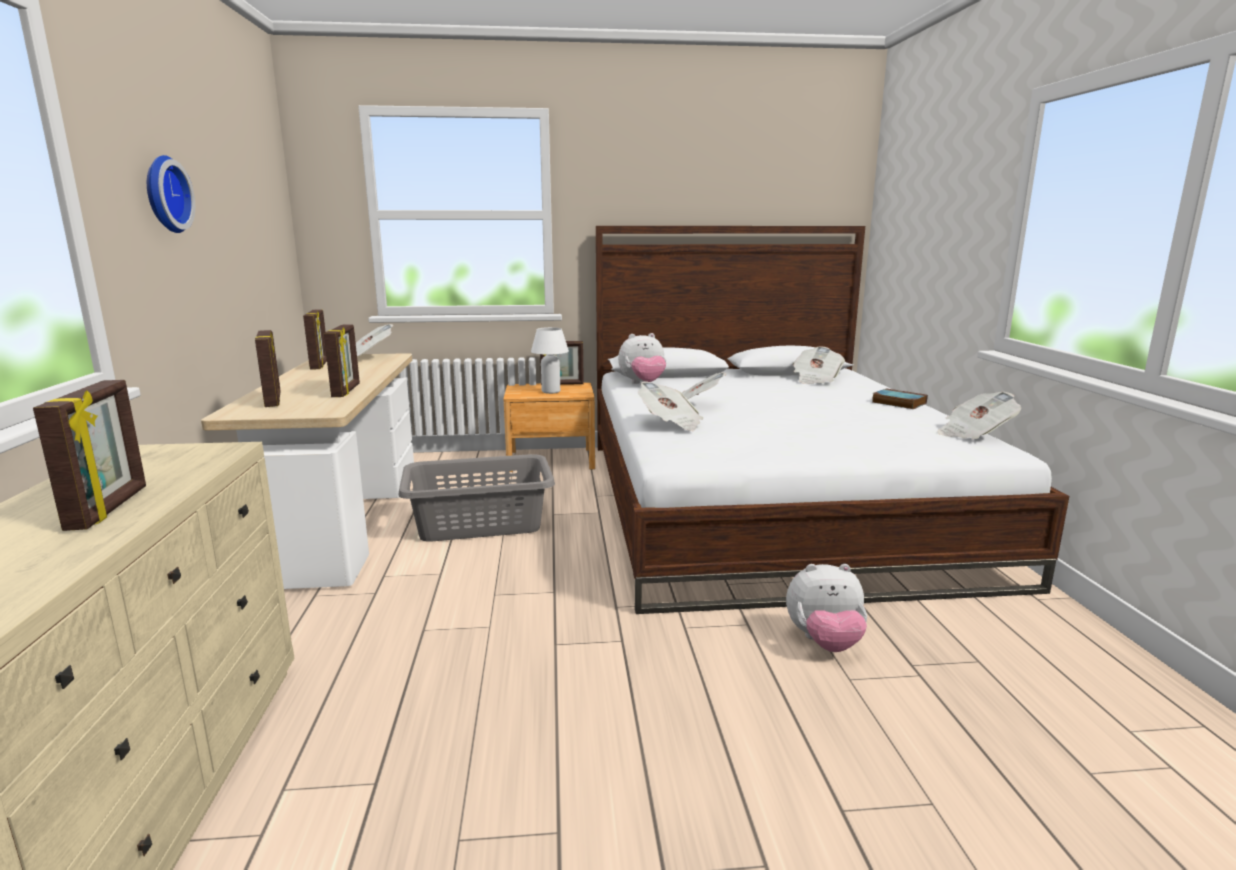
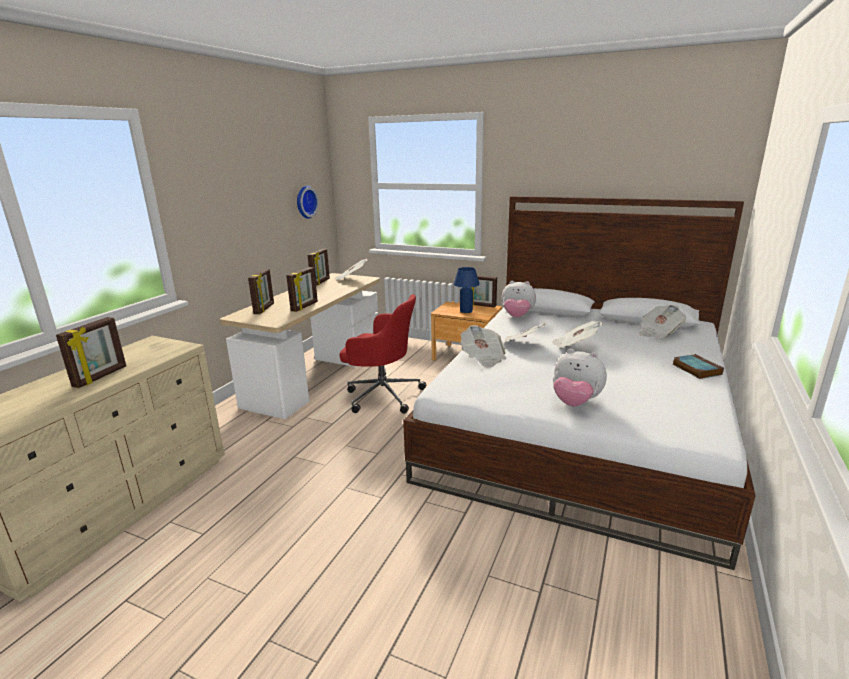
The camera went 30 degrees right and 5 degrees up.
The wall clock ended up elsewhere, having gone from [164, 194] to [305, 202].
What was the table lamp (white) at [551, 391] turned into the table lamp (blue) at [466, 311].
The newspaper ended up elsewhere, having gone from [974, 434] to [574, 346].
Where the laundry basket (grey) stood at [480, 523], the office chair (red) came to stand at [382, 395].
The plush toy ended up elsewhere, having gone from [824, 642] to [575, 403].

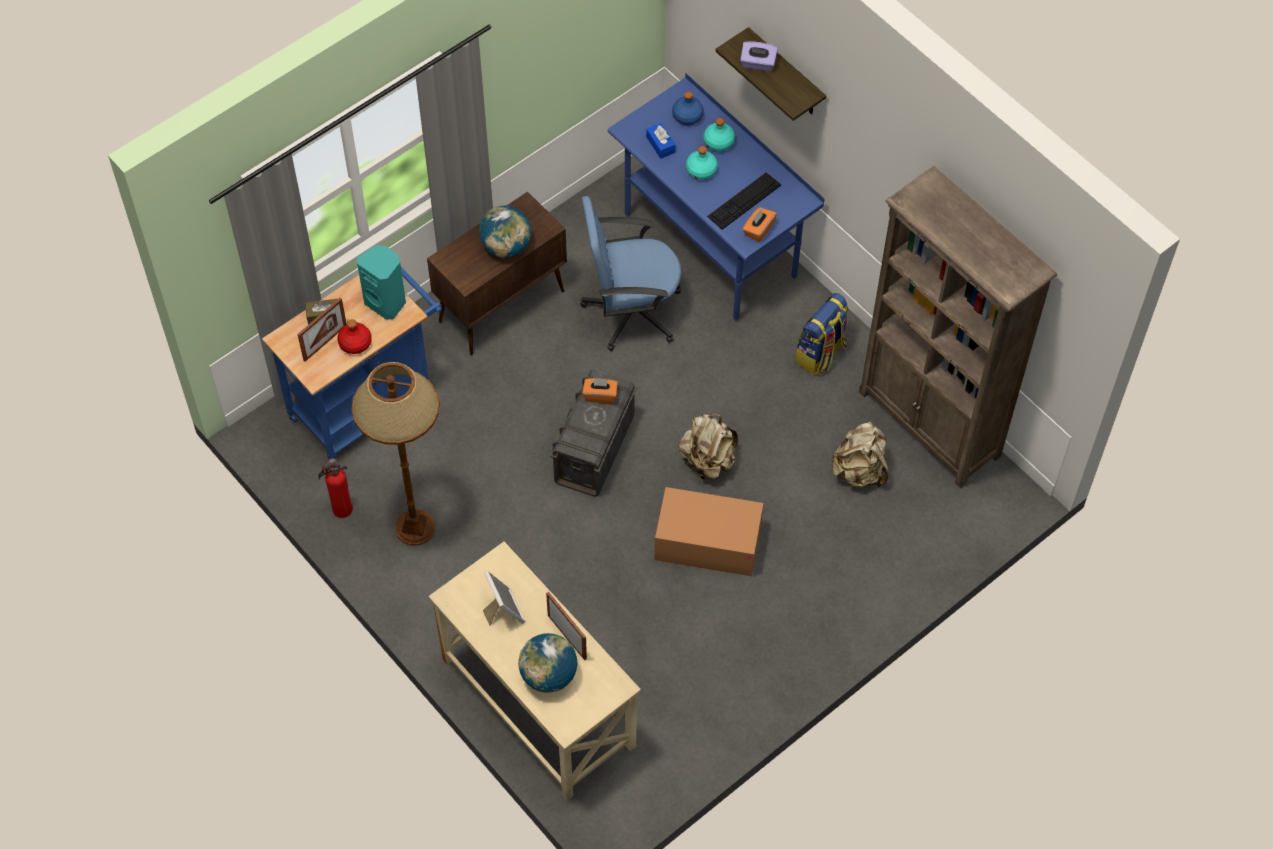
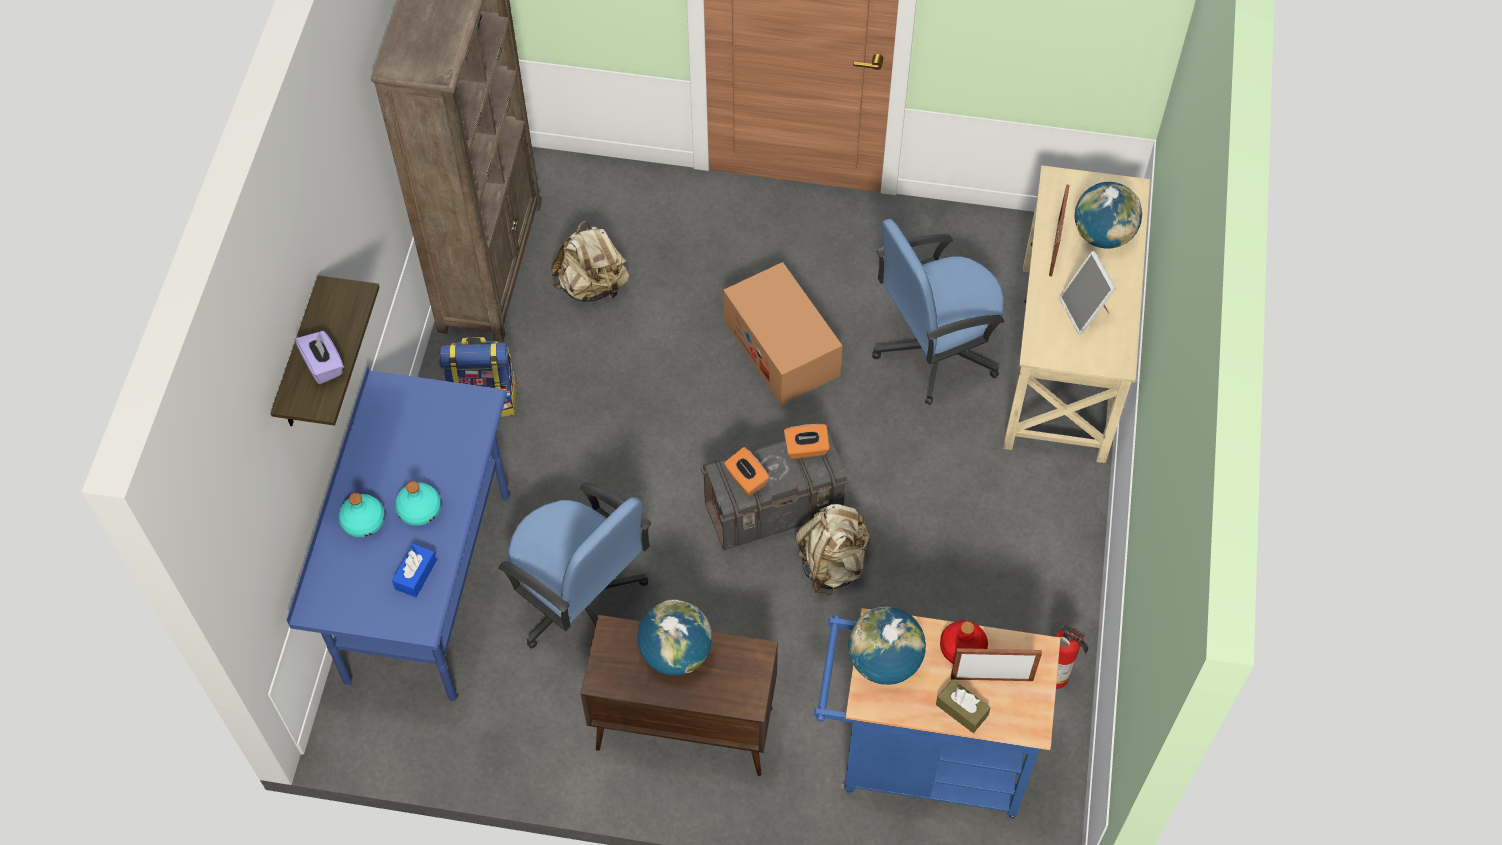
The camera went 130 degrees left and 0 degrees up.
The second view lost the bottle (blue) at [687, 116].
The second view lost the keyboard at [744, 201].
The tissue box (orange) ended up elsewhere, having gone from [758, 230] to [806, 449].
Where the speaker (turquoise) stood at [386, 302], the globe came to stand at [884, 661].
The second view lost the floor lamp (brown) at [415, 527].
The backpack (beige) ended up elsewhere, having gone from [708, 461] to [833, 563].
The picture frame at [503, 611] ended up facing another way, 45 degrees counterclockwise from before.
The second view gained the office chair (blue) at [934, 350].

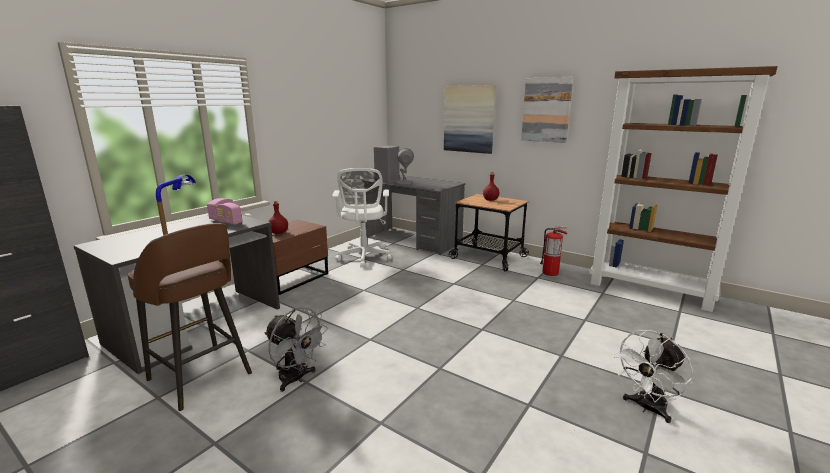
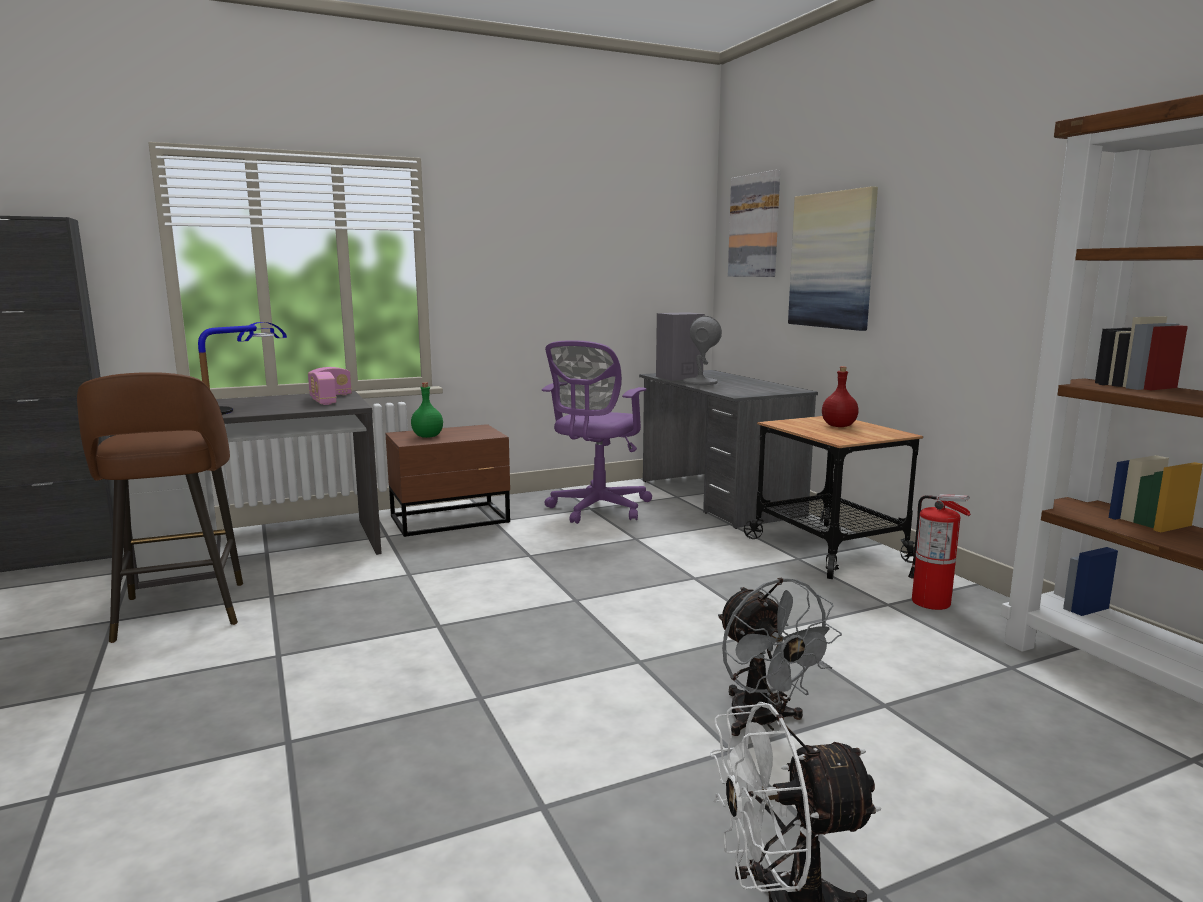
The camera went 30 degrees right and 5 degrees down.
The picture ended up elsewhere, having gone from [546, 110] to [755, 226].
What was the office chair (white) at [364, 257] turned into the office chair (purple) at [597, 510].
What was the bottle (red) at [278, 233] turned into the bottle (green) at [427, 436].
The fan (grey) ended up elsewhere, having gone from [296, 379] to [763, 722].

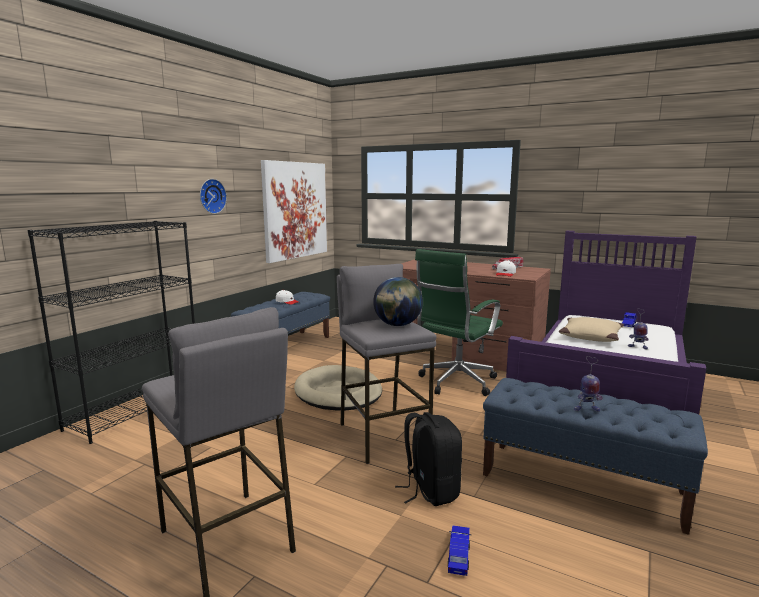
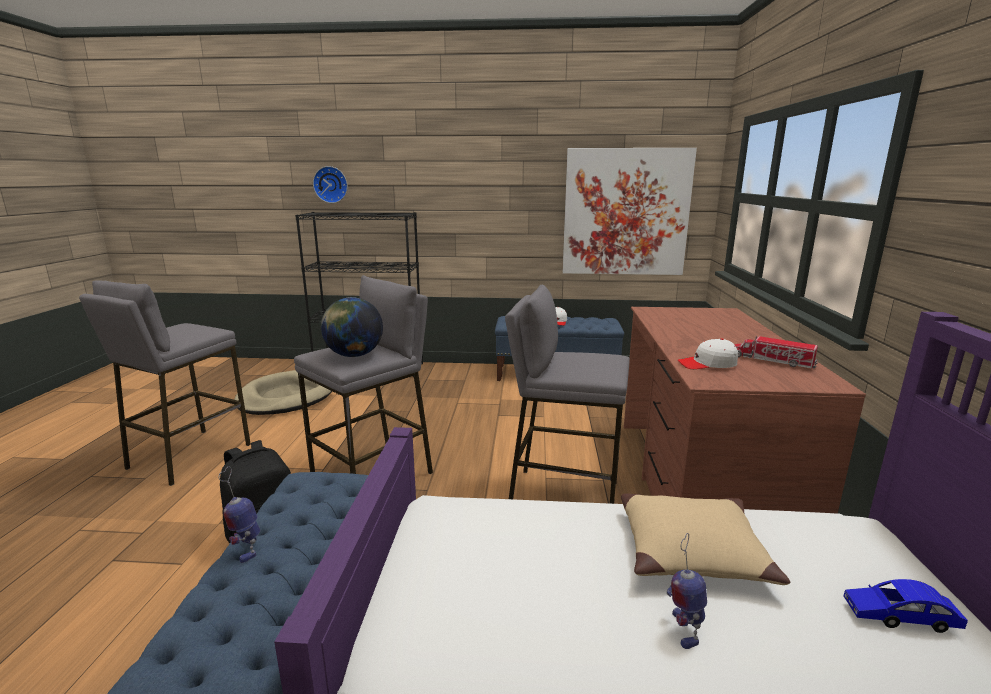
The camera went 65 degrees right and 5 degrees up.
The wall clock ended up elsewhere, having gone from [211, 196] to [331, 184].
Where the office chair (green) stood at [455, 383], the stool (grey) came to stand at [563, 496].
The dog bed (beige) ended up elsewhere, having gone from [338, 392] to [286, 397].
The second view lost the toy car (blue) at [459, 554].

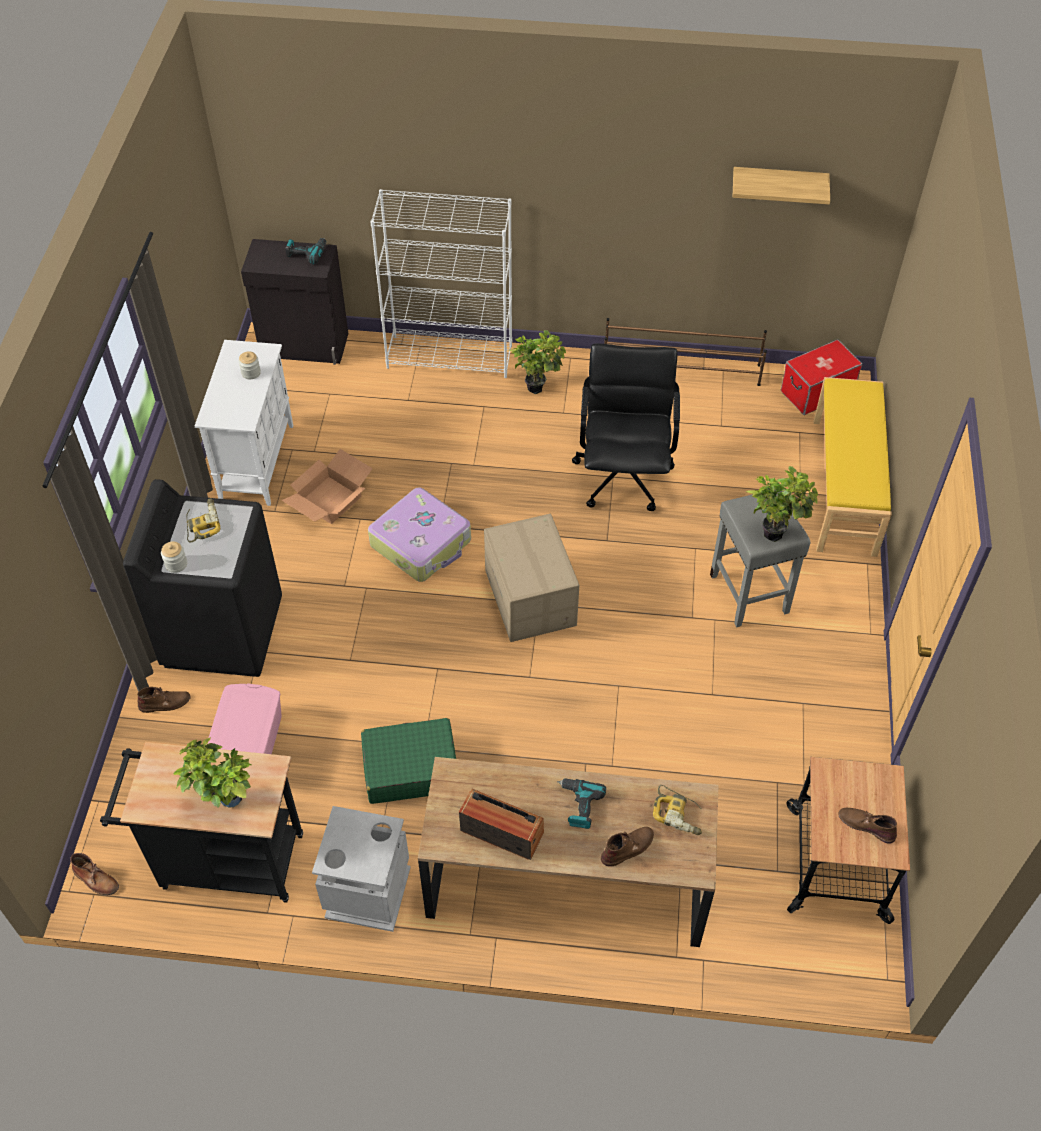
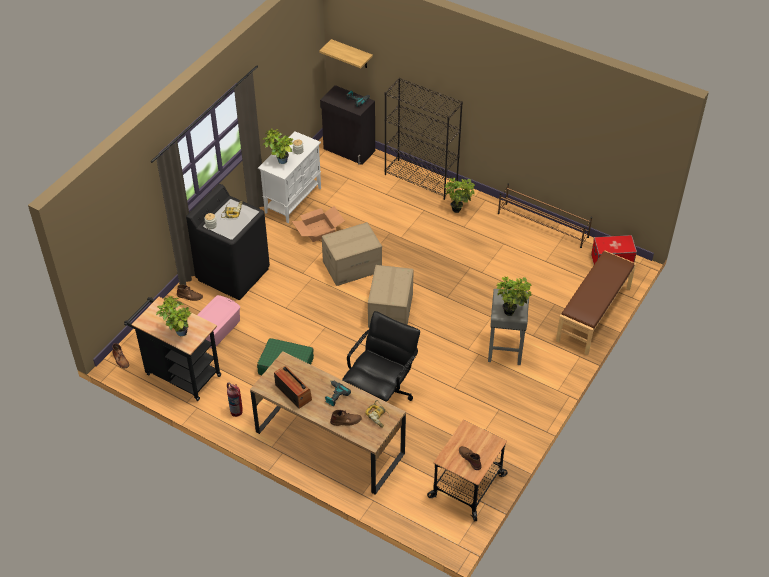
The camera went 25 degrees right and 5 degrees down.
The shelf ended up elsewhere, having gone from [778, 185] to [352, 54].
What was the bookcase (white) at [450, 356] turned into the bookcase (black) at [421, 179].
The office chair (black) ended up elsewhere, having gone from [624, 476] to [381, 394].
What was the bench (yellow) at [845, 486] turned into the bench (brown) at [594, 314].
Where the suitcase stood at [422, 543], the cardboard box came to stand at [352, 266].
Where the trash can (grey) stood at [369, 892], the fire extinguisher came to stand at [236, 411].
The second view gained the potted plant at [279, 162].

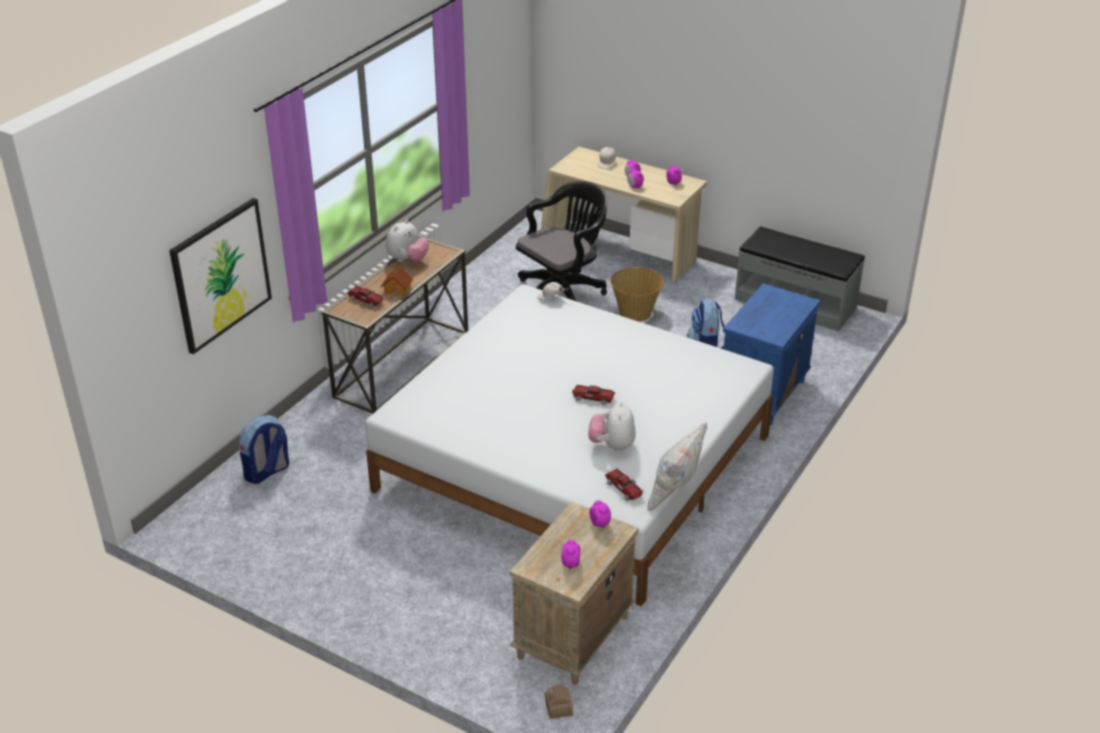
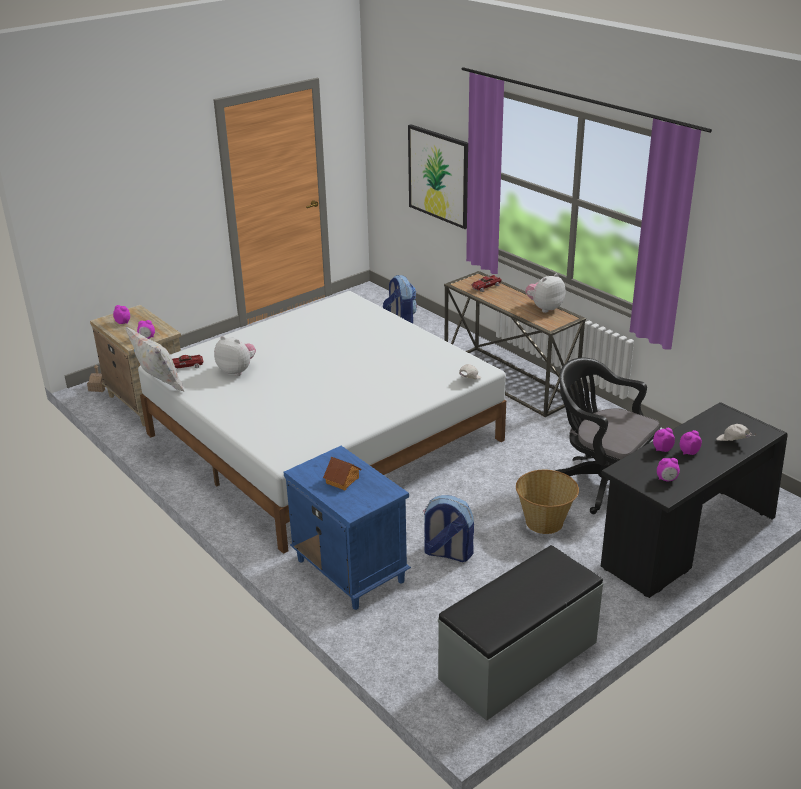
The camera went 110 degrees right and 5 degrees down.
What was the desk (beige) at [619, 252] turned into the desk (black) at [685, 541].
The office chair (black) at [563, 293] ended up facing another way, 150 degrees clockwise from before.
The plush toy at [407, 260] ended up facing another way, 90 degrees clockwise from before.
The toy house ended up elsewhere, having gone from [397, 288] to [343, 480].
The second view lost the toy car at [592, 398].

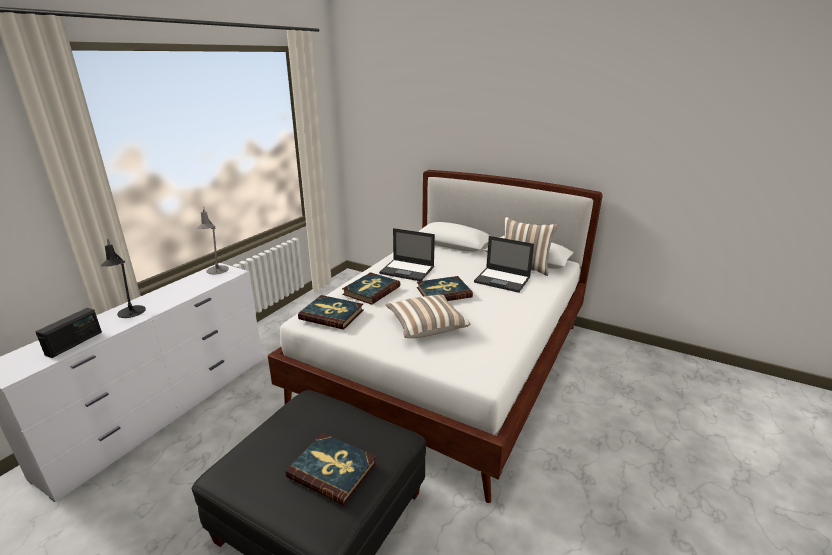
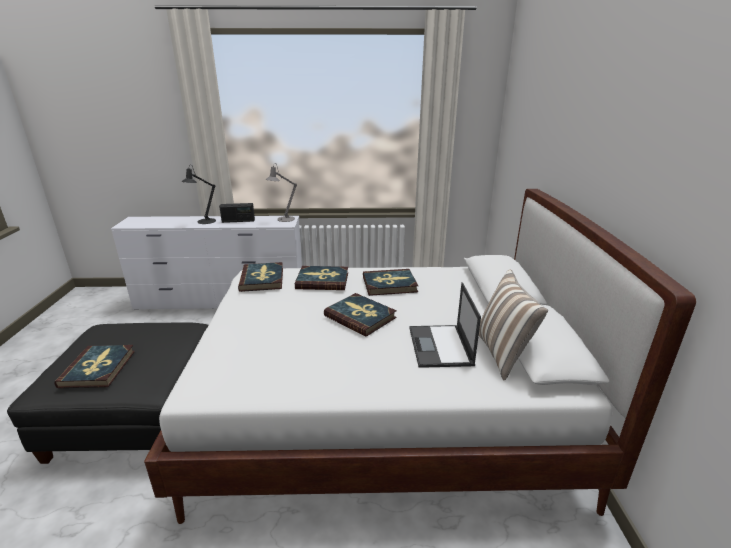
The camera went 60 degrees right and 0 degrees up.
Where the laptop stood at [408, 270], the book came to stand at [389, 284].
The second view lost the pillow at [425, 326].
The radio ended up elsewhere, having gone from [74, 343] to [238, 221].

